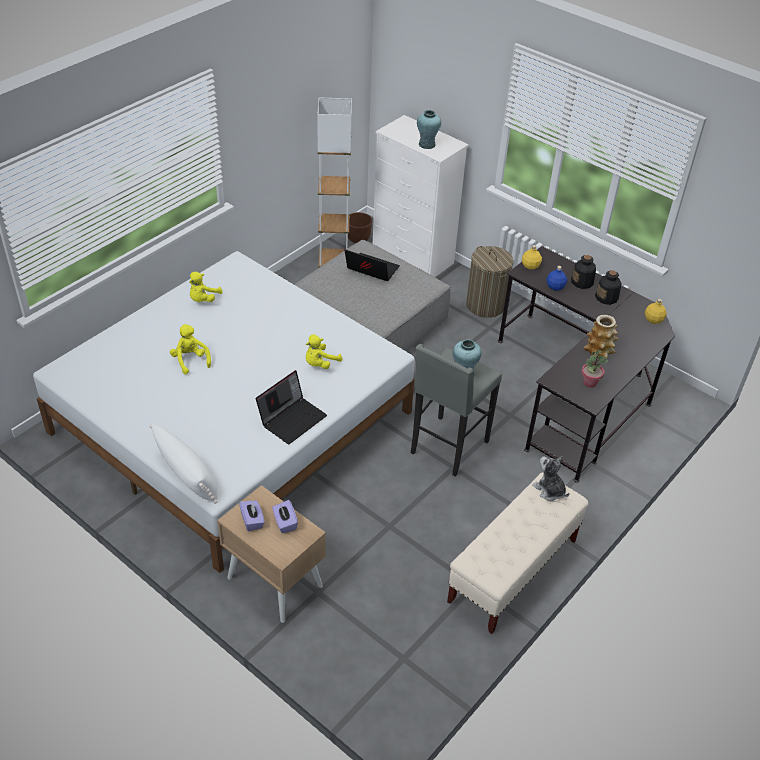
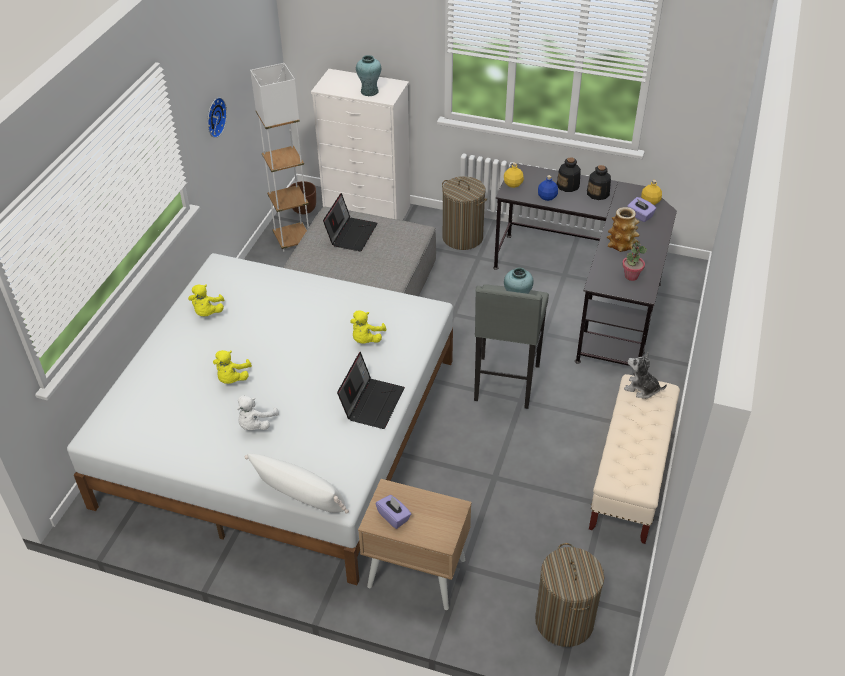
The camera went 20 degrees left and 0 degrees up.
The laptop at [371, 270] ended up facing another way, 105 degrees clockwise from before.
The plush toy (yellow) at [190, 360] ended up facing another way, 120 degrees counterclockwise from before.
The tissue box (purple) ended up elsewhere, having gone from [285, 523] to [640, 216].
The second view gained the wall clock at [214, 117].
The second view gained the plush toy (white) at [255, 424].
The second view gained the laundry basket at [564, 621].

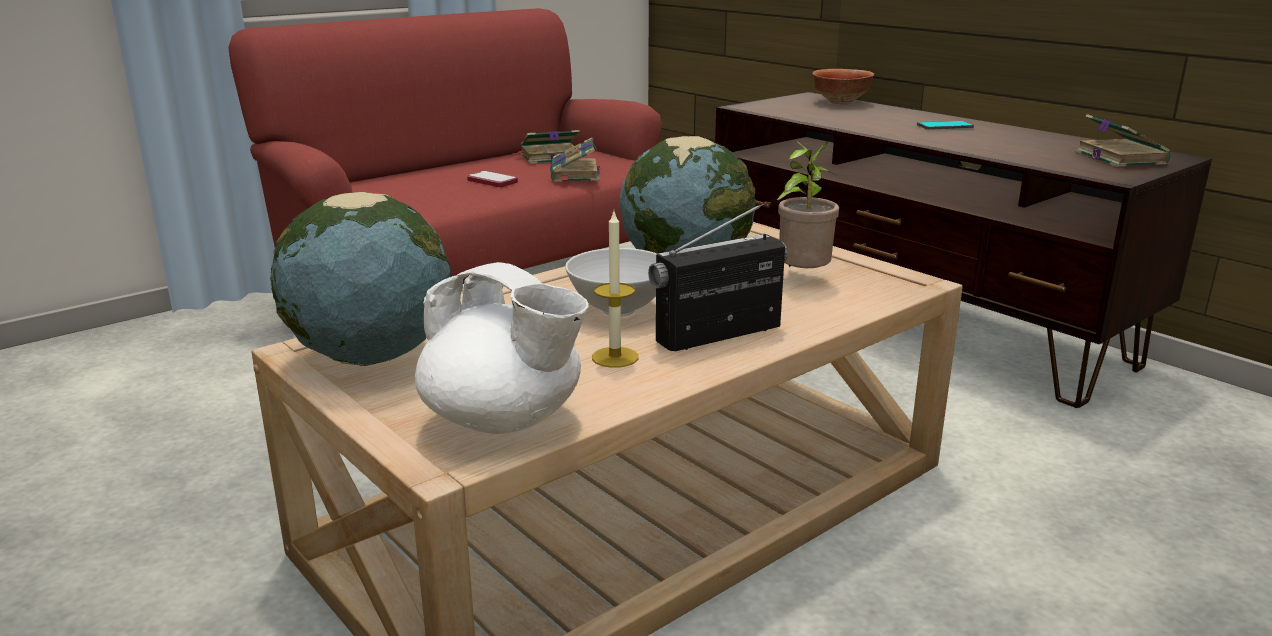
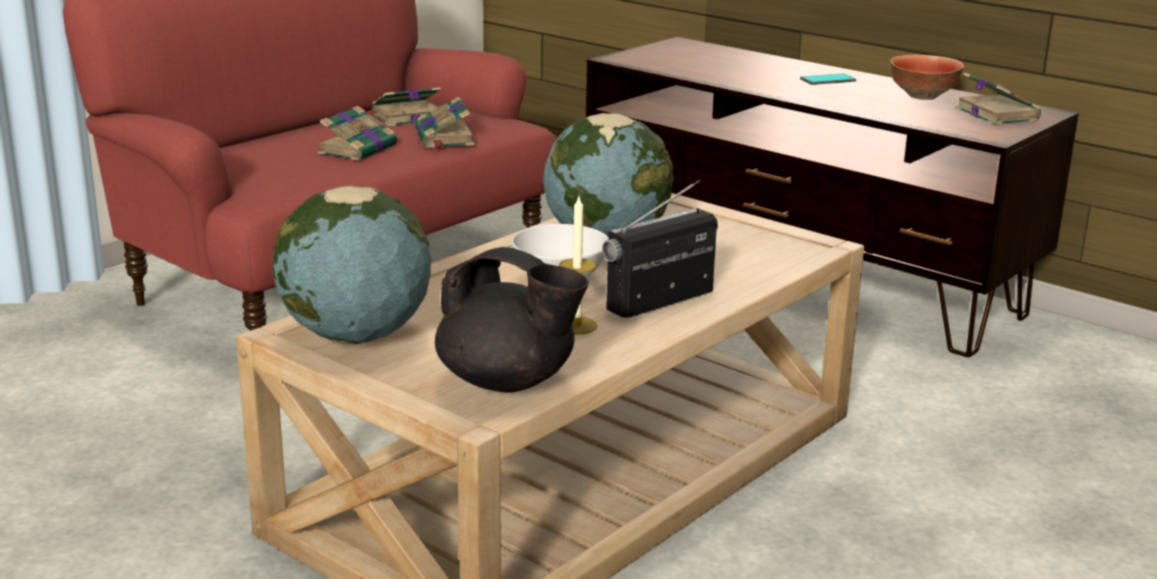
The camera went 10 degrees left and 0 degrees up.
The bowl ended up elsewhere, having gone from [841, 102] to [924, 97].
The second view lost the potted plant at [802, 278].
Where the phone stood at [492, 181], the book came to stand at [359, 149].
What was the teapot (white) at [504, 420] turned into the teapot (black) at [508, 382].

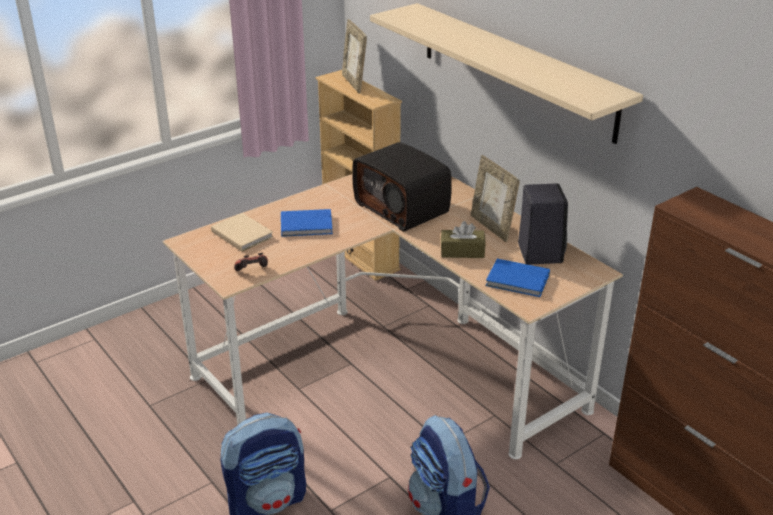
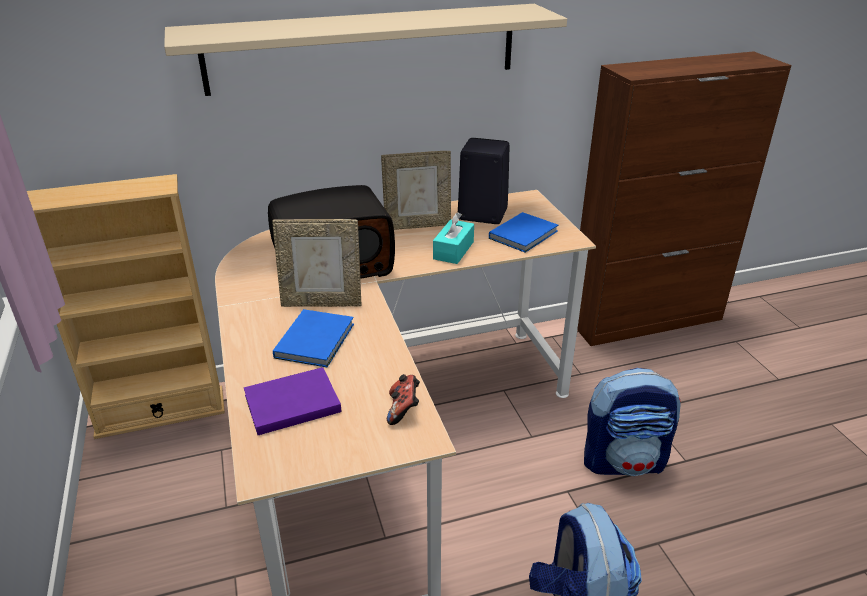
The camera went 70 degrees left and 0 degrees up.
The picture frame ended up elsewhere, having gone from [354, 83] to [322, 303].
What was the book (beige) at [242, 233] turned into the book (purple) at [289, 403].
What was the tissue box (brown) at [462, 251] turned into the tissue box (turquoise) at [453, 250].

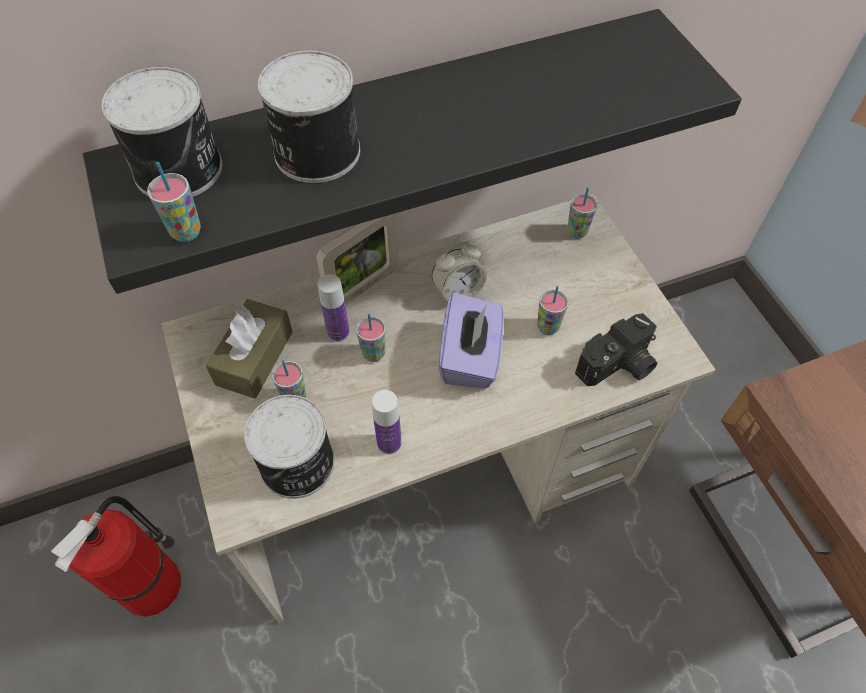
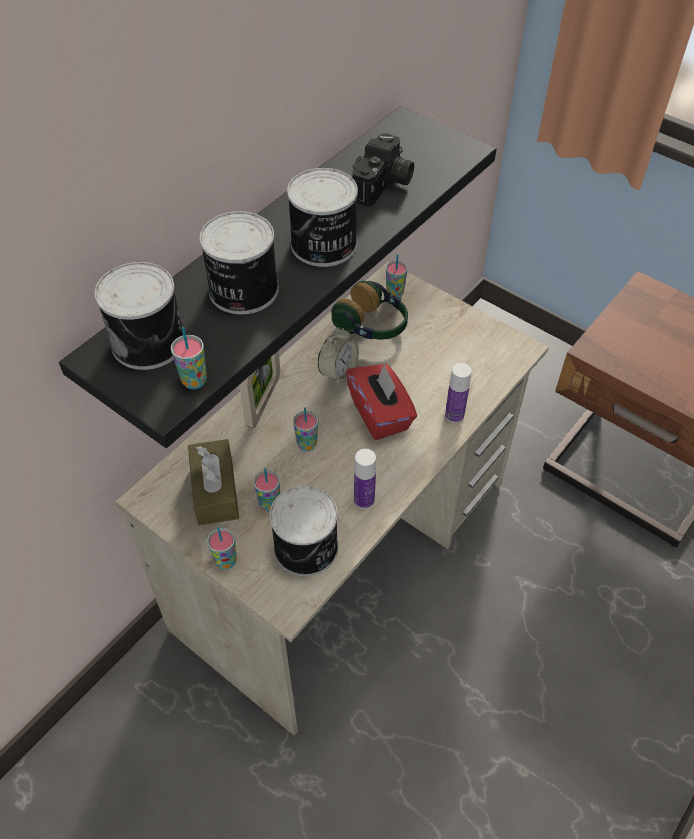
The camera went 30 degrees left and 5 degrees down.
The bottle ended up elsewhere, having gone from [338, 332] to [454, 415].
The cup ended up elsewhere, having gone from [548, 327] to [226, 561].
What was the tissue box (purple) at [470, 357] turned into the tissue box (red) at [380, 414].
The photo camera ended up elsewhere, having gone from [618, 366] to [384, 185].
The second view lost the fire extinguisher at [152, 582].
The second view gained the can at [324, 245].
The second view gained the headphones at [372, 325].

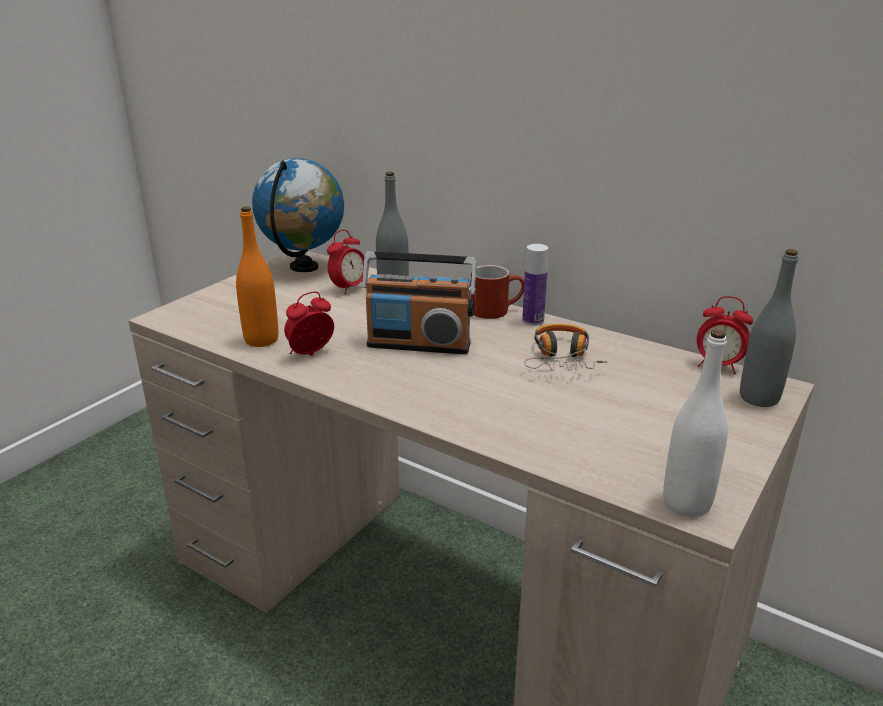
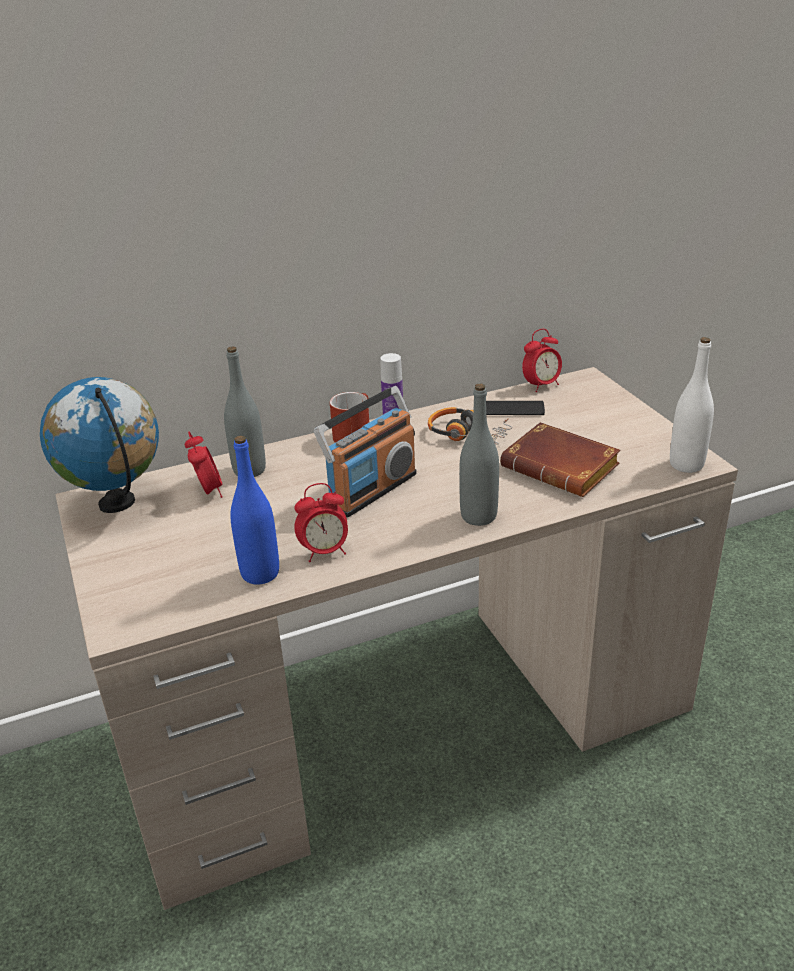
The camera went 55 degrees left and 5 degrees up.
What was the bottle (orange) at [261, 340] turned into the bottle (blue) at [260, 573].
The bottle (grey) ended up elsewhere, having gone from [759, 398] to [478, 516].
The alarm clock at [310, 354] ended up facing another way, 105 degrees counterclockwise from before.
The second view gained the phone at [513, 409].
The second view gained the book (brown) at [563, 468].

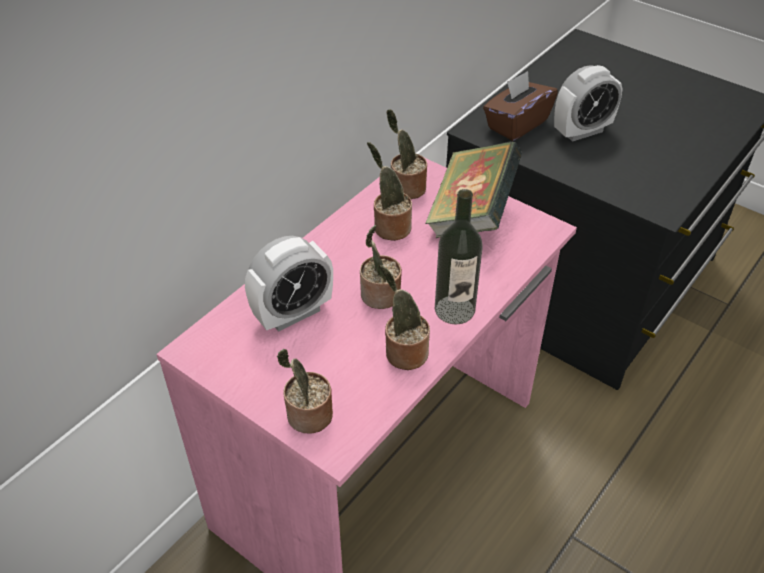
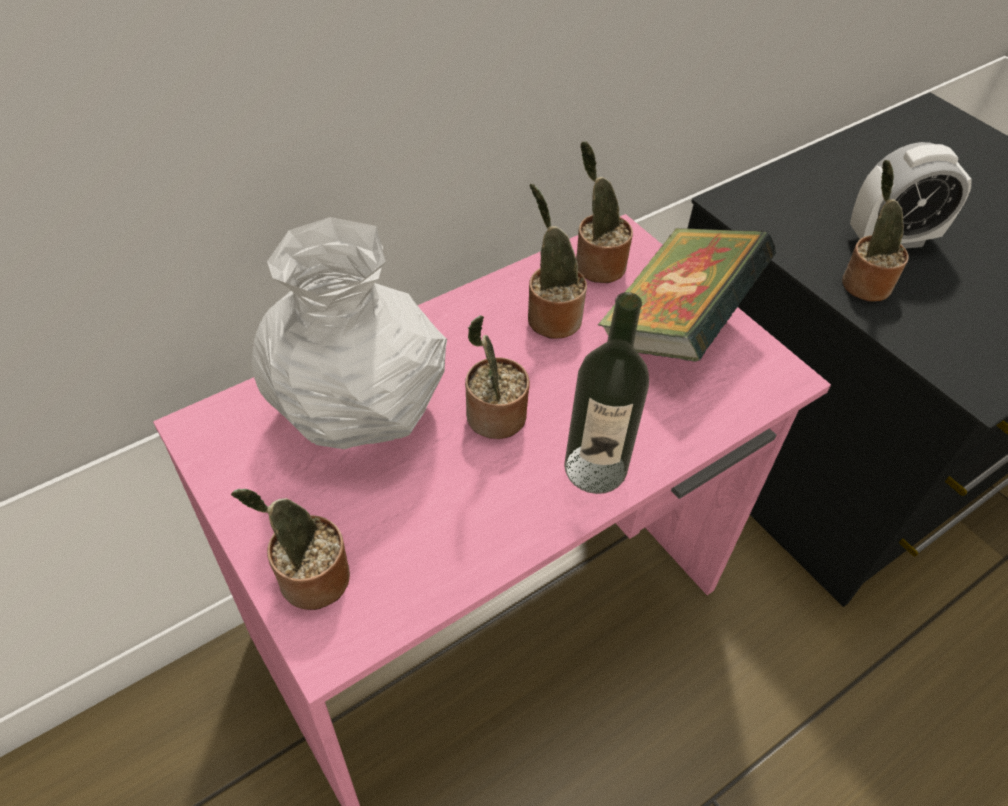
The camera went 15 degrees right and 5 degrees up.
The second view lost the tissue box (brown) at [516, 124].
Where the alarm clock stood at [293, 313], the vase (white) came to stand at [361, 411].
The potted plant ended up elsewhere, having gone from [403, 353] to [862, 283].

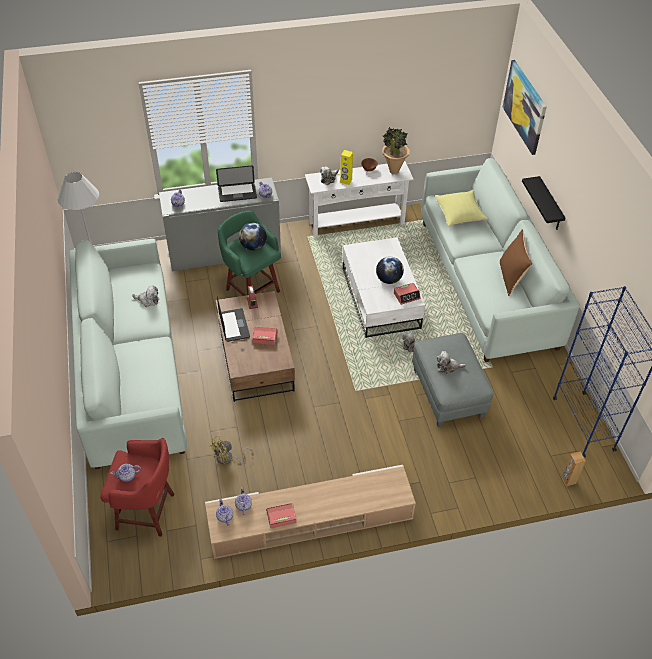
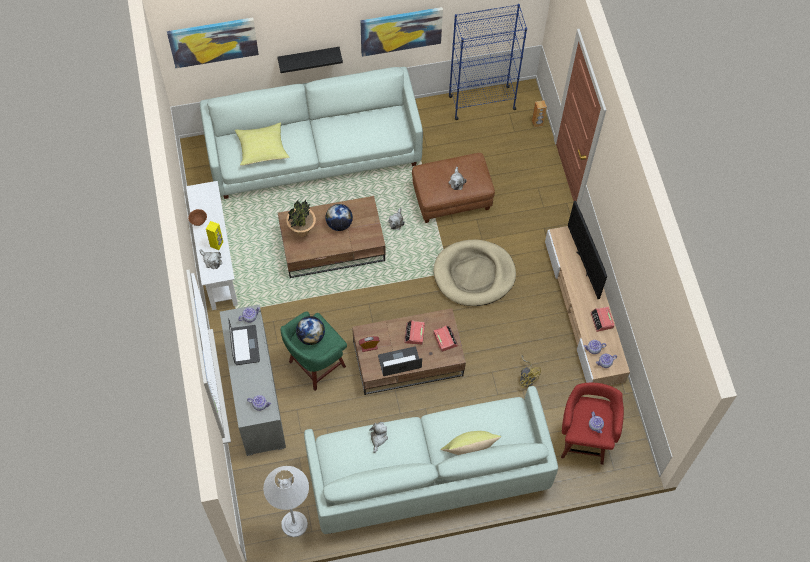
The camera went 90 degrees left and 15 degrees up.
The potted plant ended up elsewhere, having gone from [393, 171] to [302, 233].
The second view lost the pillow (brown) at [511, 277].
What was the coffee table (white) at [381, 299] turned into the coffee table (brown) at [333, 245].
The alarm clock ended up elsewhere, having gone from [407, 296] to [445, 339].
What was the ottoman (grey) at [448, 394] turned into the ottoman (brown) at [452, 198].
The second view gained the picture at [401, 30].
The second view gained the television at [584, 263].
The second view gained the dog bed (beige) at [474, 274].
The second view gained the pillow (yellow) at [468, 450].

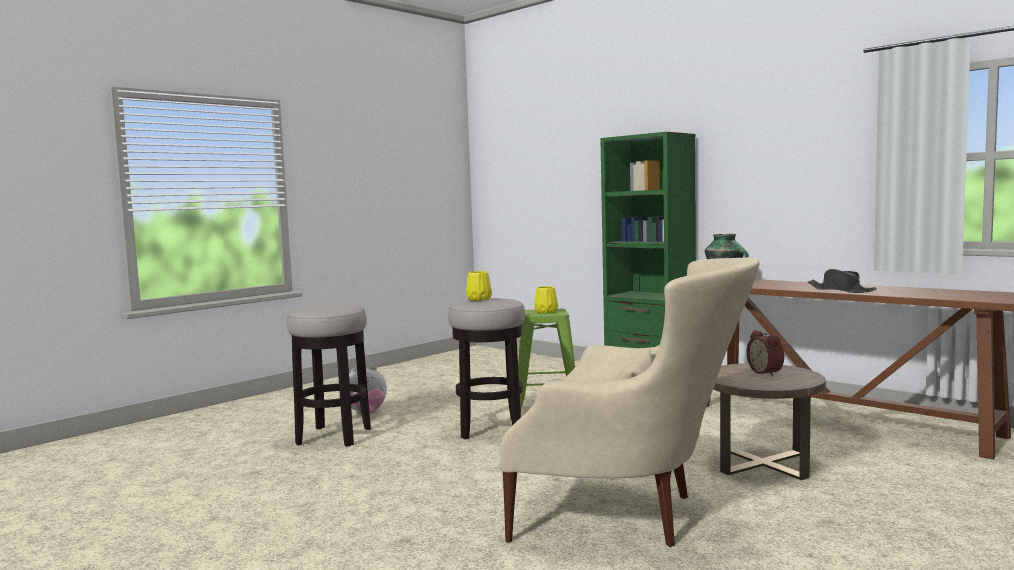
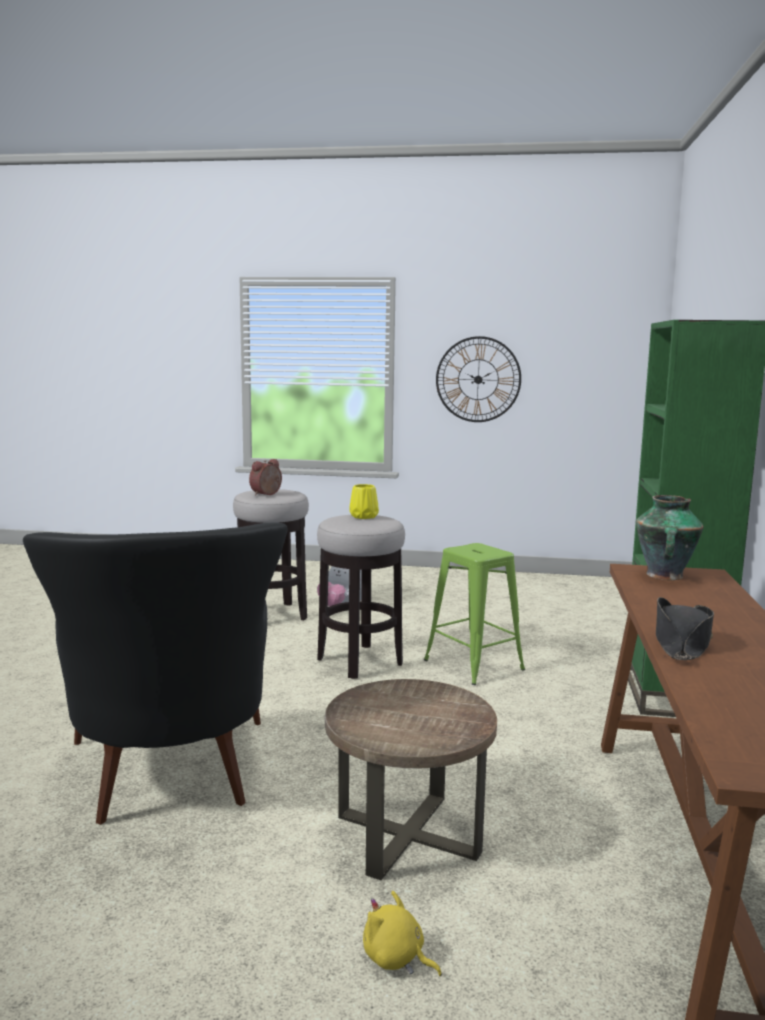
The camera went 55 degrees right and 5 degrees up.
What was the armchair (beige) at [631, 514] turned into the armchair (black) at [171, 784].
The second view lost the vase (yellow) at [547, 312].
The alarm clock ended up elsewhere, having gone from [767, 372] to [267, 494].
The second view gained the wall clock at [478, 379].
The second view gained the plush toy (yellow) at [396, 958].

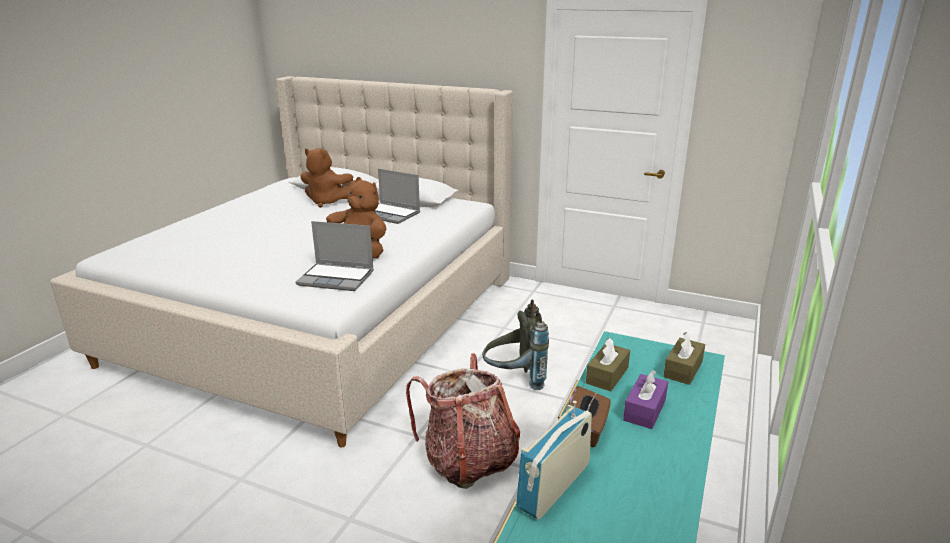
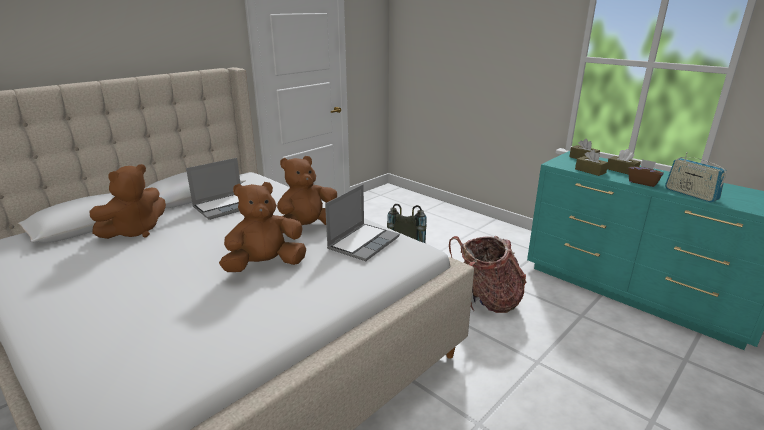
The camera went 70 degrees left and 0 degrees up.
What was the tissue box (purple) at [644, 410] turned into the tissue box (brown) at [622, 170].
The second view gained the plush toy (brown) at [265, 265].

